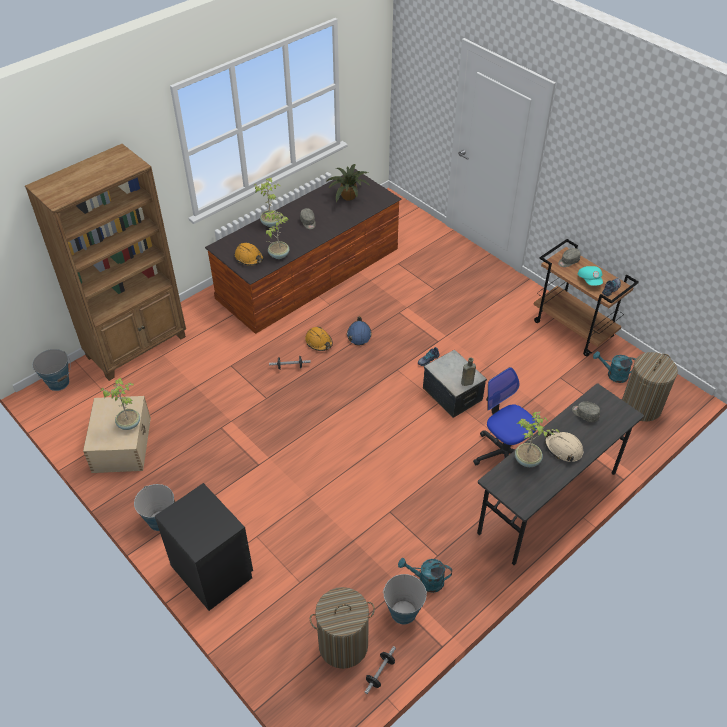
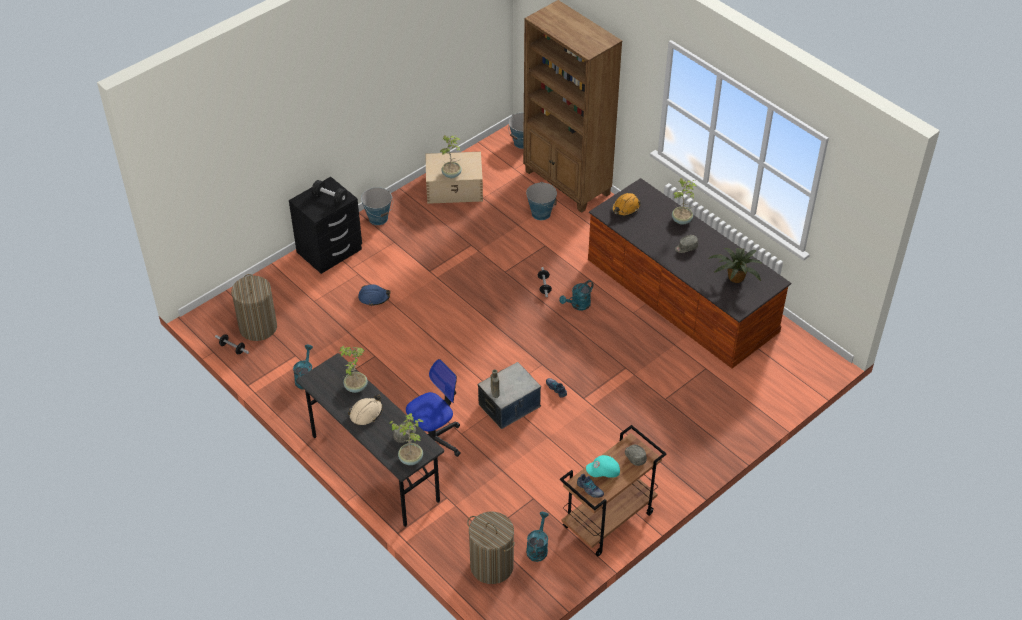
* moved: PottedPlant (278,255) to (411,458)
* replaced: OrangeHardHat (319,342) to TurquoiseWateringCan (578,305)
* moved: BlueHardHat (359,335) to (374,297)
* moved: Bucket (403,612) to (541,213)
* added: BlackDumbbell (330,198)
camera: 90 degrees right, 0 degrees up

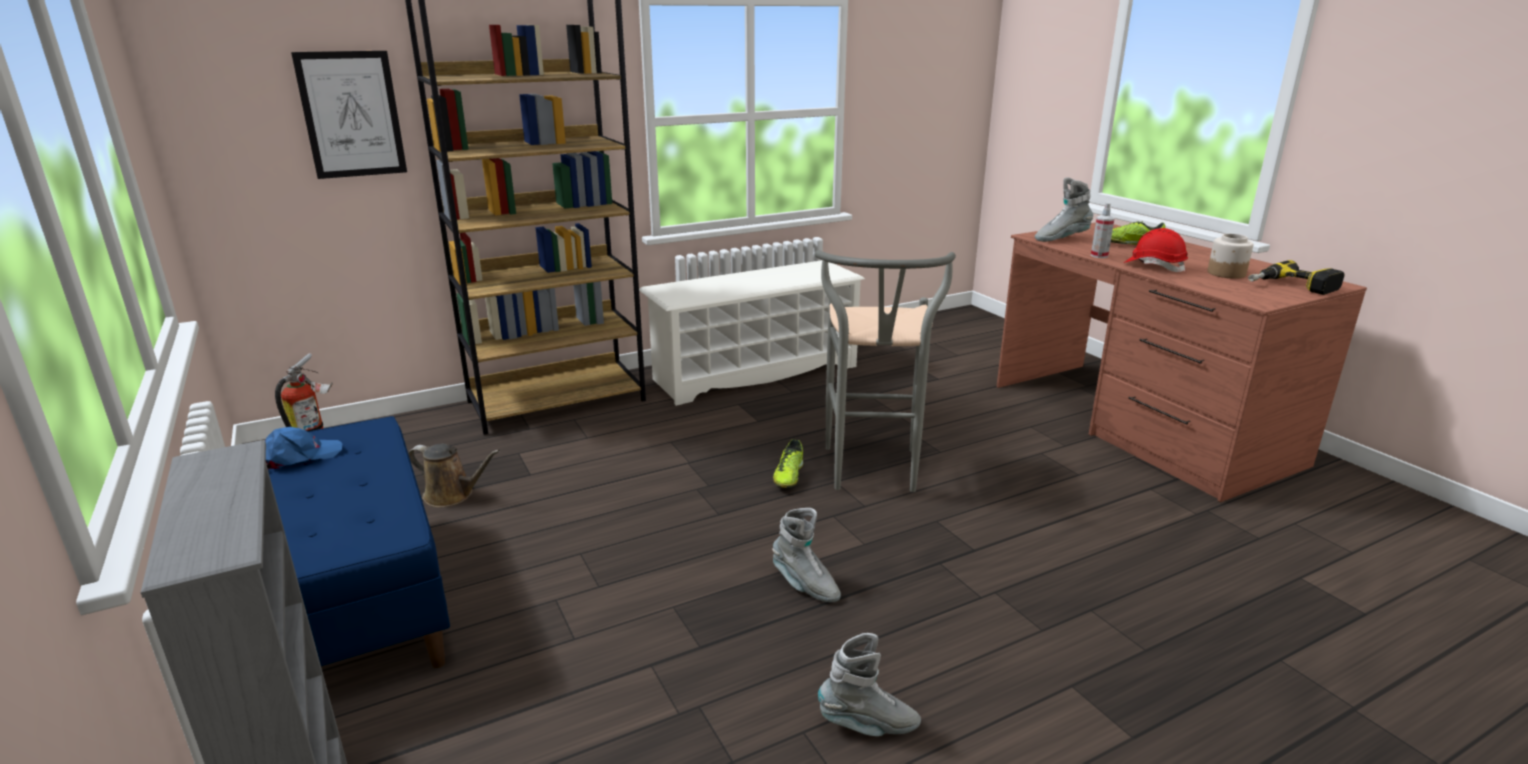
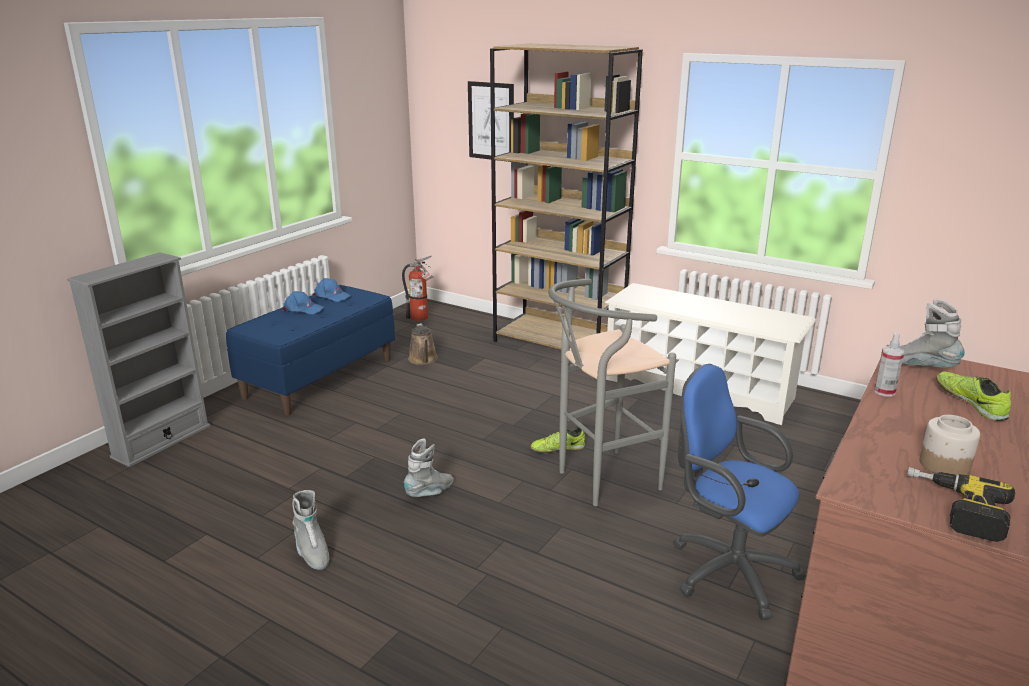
* turned: GreyBoot (805,585) = (430,493) 150 degrees counterclockwise
* removed: RedHardHat (1154,266)
* added: BlueCap (302,309)
* added: BlueOfficeChair (726,569)
camera: 60 degrees right, 0 degrees up

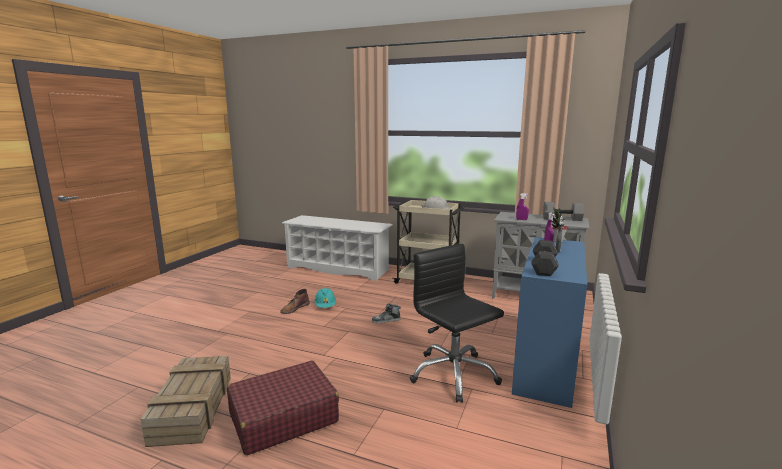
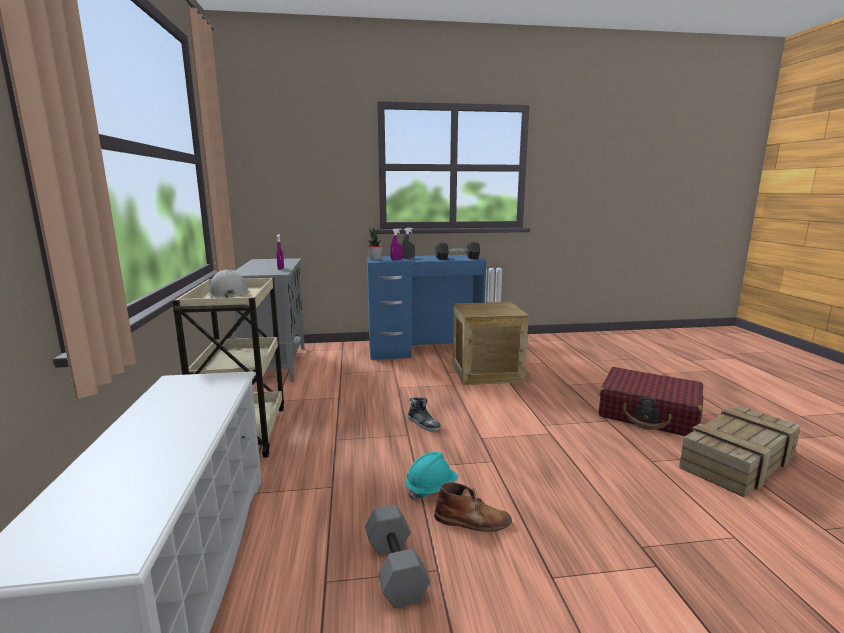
* replaced: BlackOfficeChair (453,374) to Crate (486,373)
* moved: GreyDumbbell (562,219) to (394,569)
camera: 120 degrees left, 0 degrees up

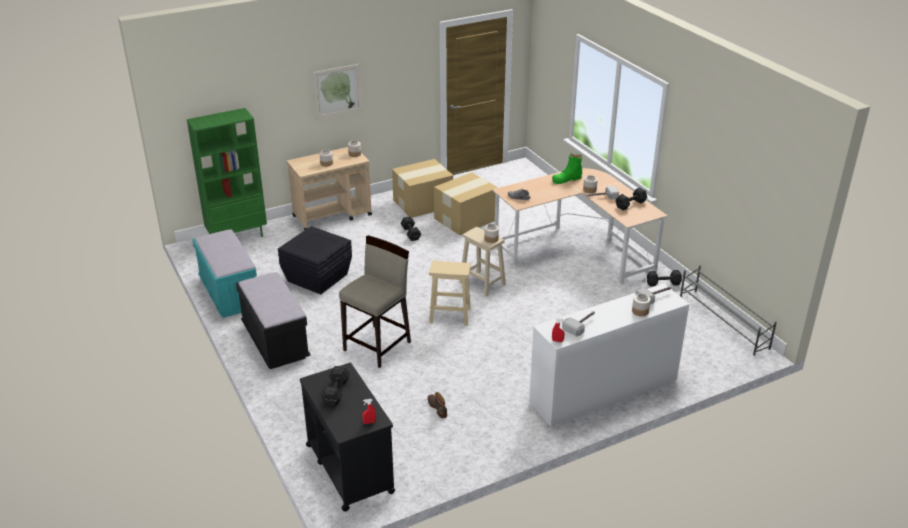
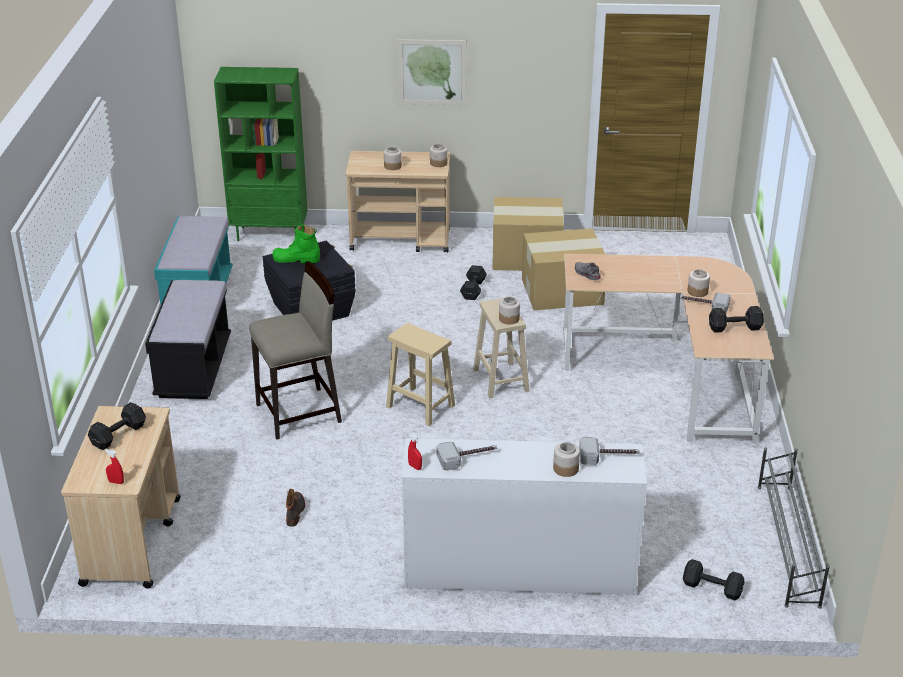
* recoloured: BlackCart (349,468) to BeigeCart (132,540)
* moved: GreenBoot (567,179) to (296,259)
* moved: BlackDumbbell (662,283) to (711,587)
camera: 30 degrees right, 0 degrees up

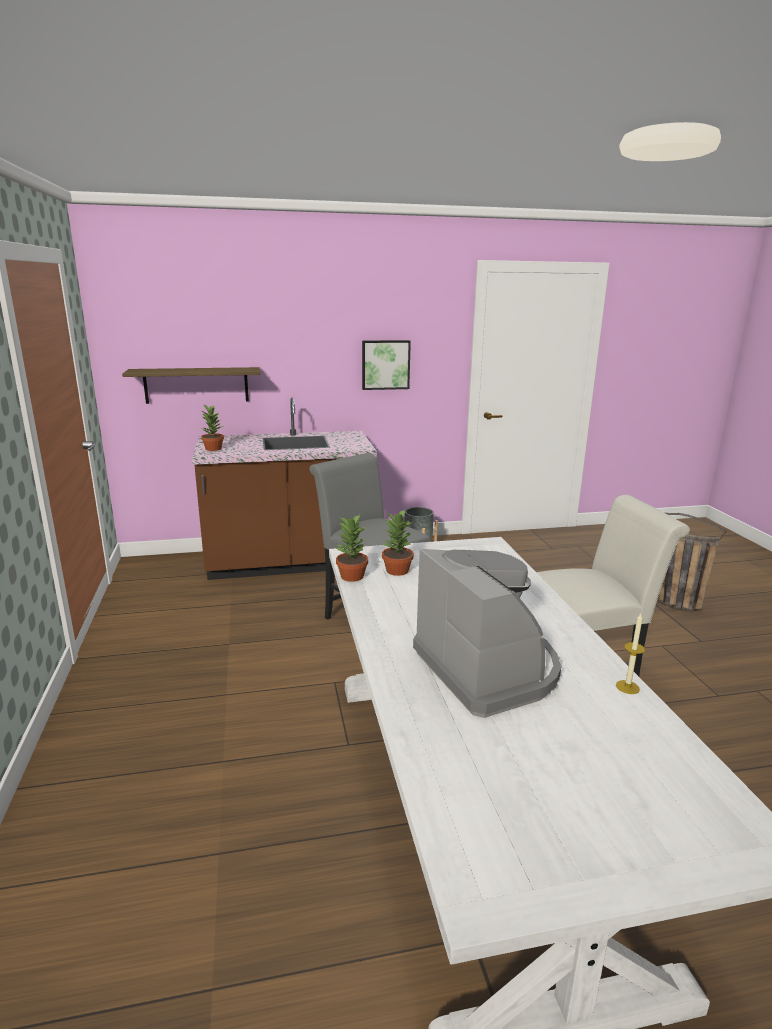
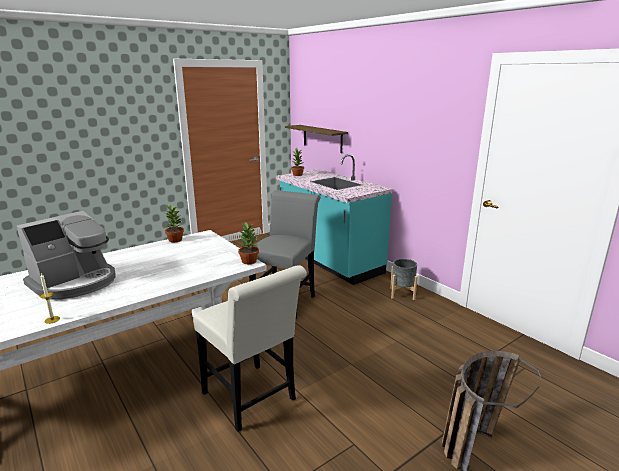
* recoloured: BrownCounter (289,563) to TurquoiseCounter (329,261)
* removed: Picture (385,364)
* moved: PottedPlant (396,570) to (248,261)
camera: 65 degrees right, 0 degrees up

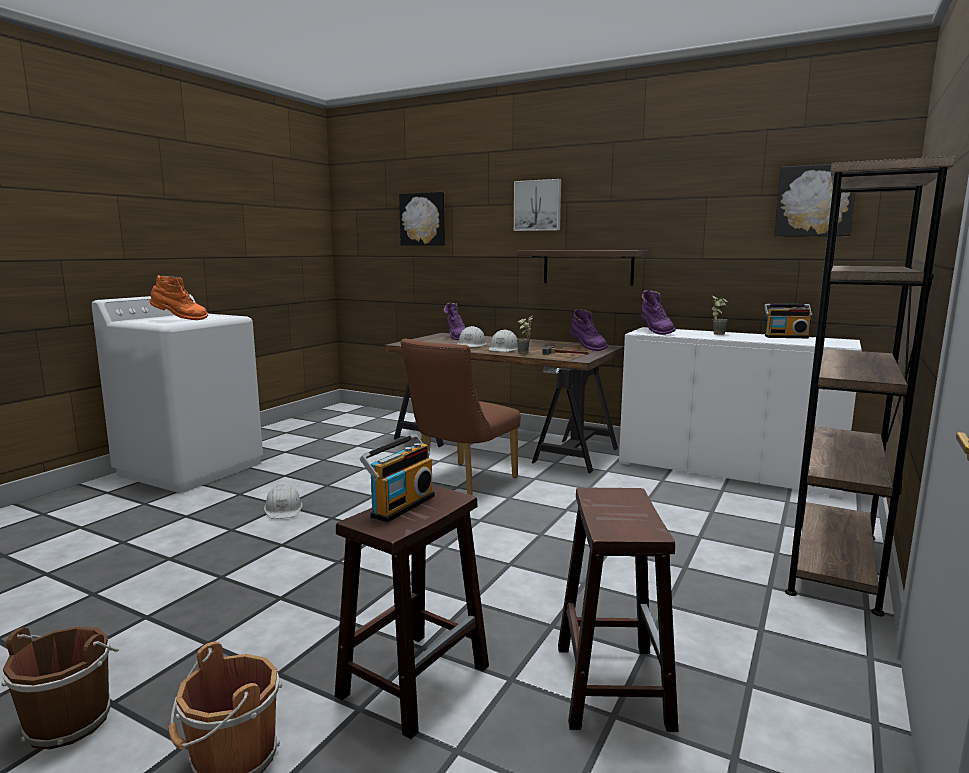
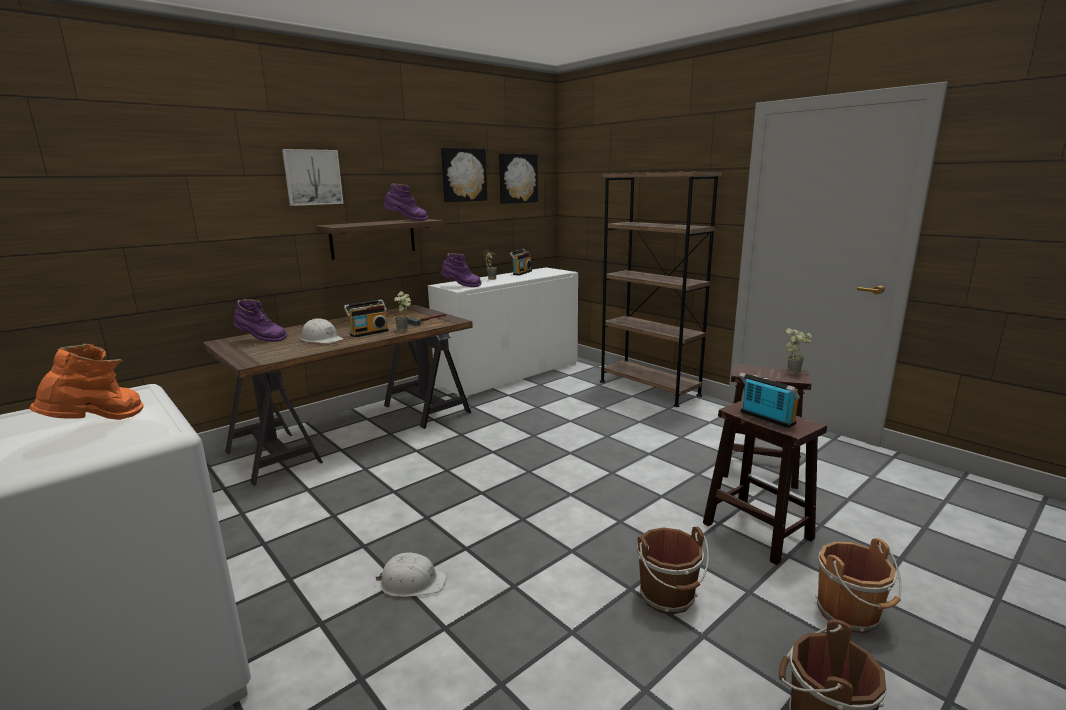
* moved: Picture (423,219) to (463,175)
* removed: BrownChair (461,483)
* replaced: WhiteHardHat (504,349) to Radio (368,333)
* moved: PurpleBoot (586,348) to (406,220)
* added: BrownBucket (668,597)
* added: PottedPlant (795,372)
camera: 70 degrees left, 5 degrees up

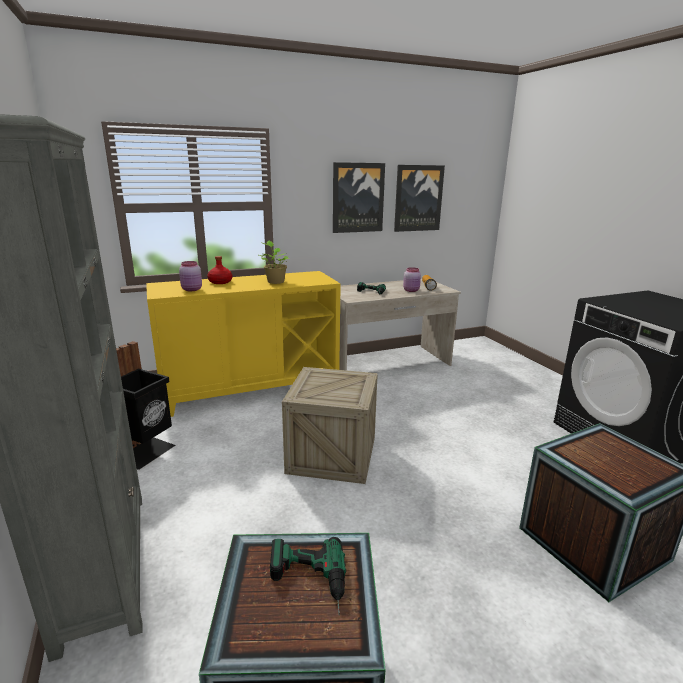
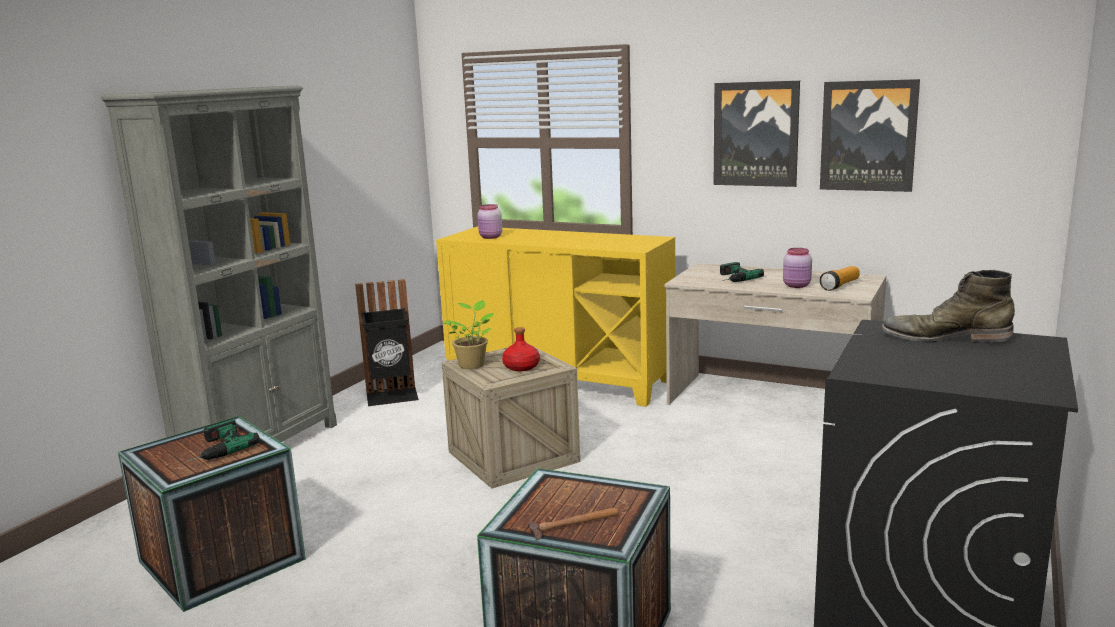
* moved: RedBottle (220,282) to (521,367)
* moved: PottedPlant (275,281) to (472,364)
* added: Hammer (574,524)
* added: GreenBoot (945,337)
camera: 50 degrees right, 5 degrees down

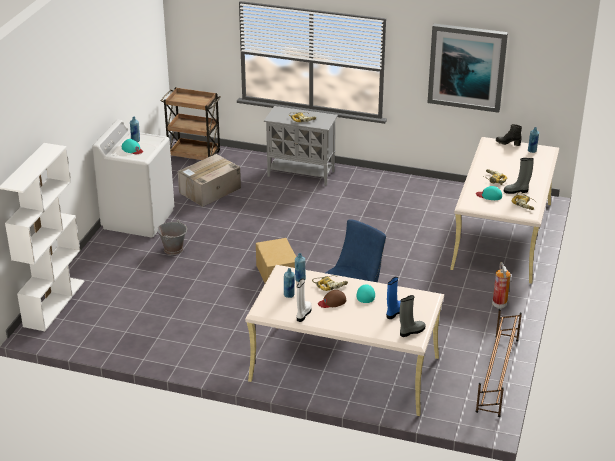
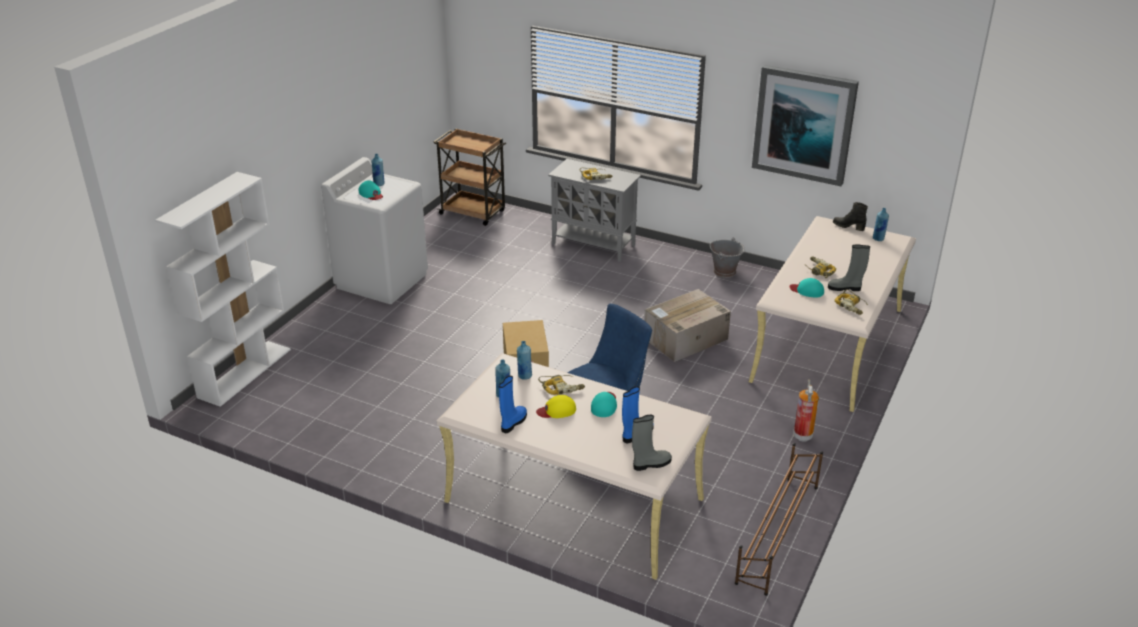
* moved: GreyBucket (173,249) to (725,271)
* moved: CardboardBox (209,191) to (684,339)
* recoloured: WhiteBoot (303,314) to BlueBoot (513,423)
* recoloured: BrownCap (332,302) to YellowCap (557,410)
camera: 10 degrees right, 0 degrees up

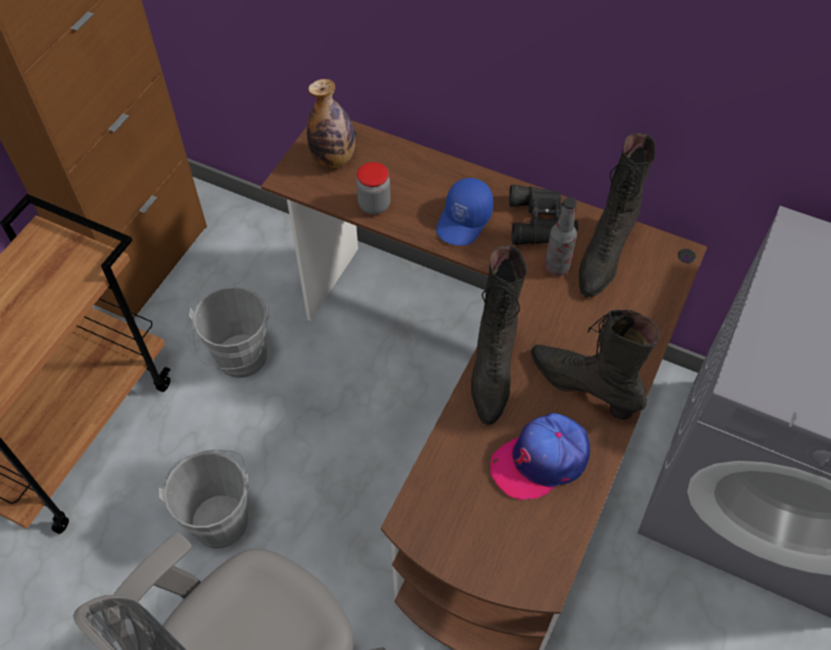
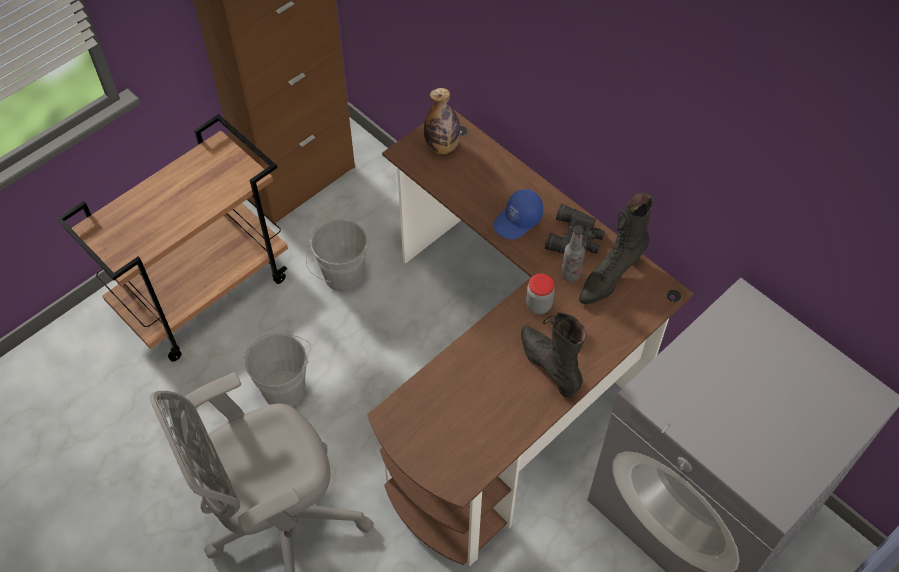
* moved: Jar (374,205) to (538,305)
* removed: BlackBoot (492,371)
* removed: Cap (540,460)
camera: 20 degrees right, 0 degrees up

